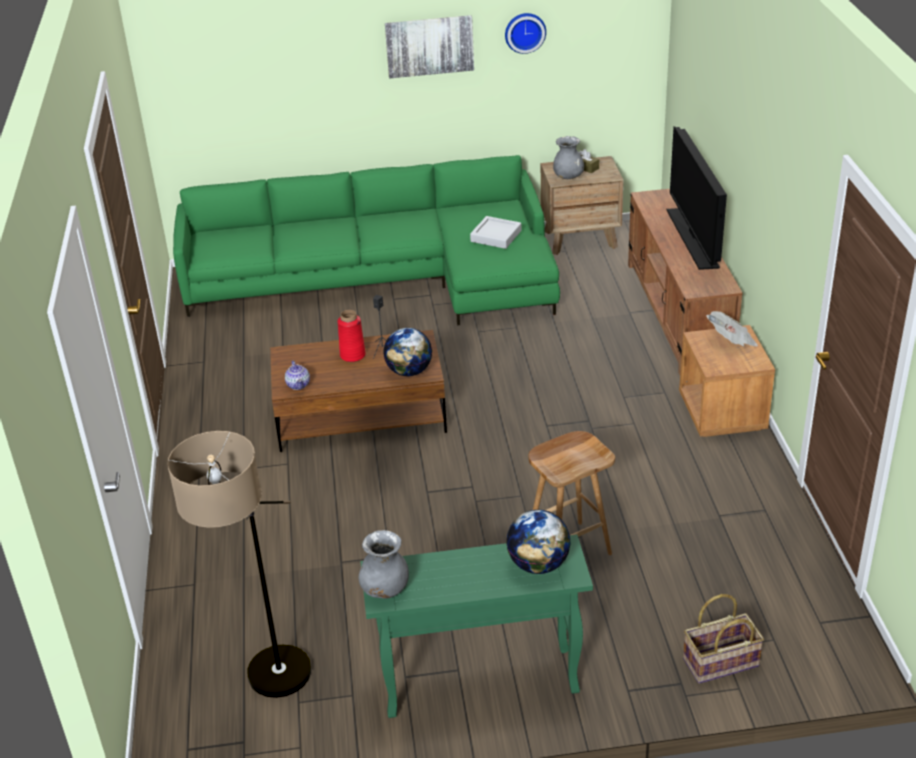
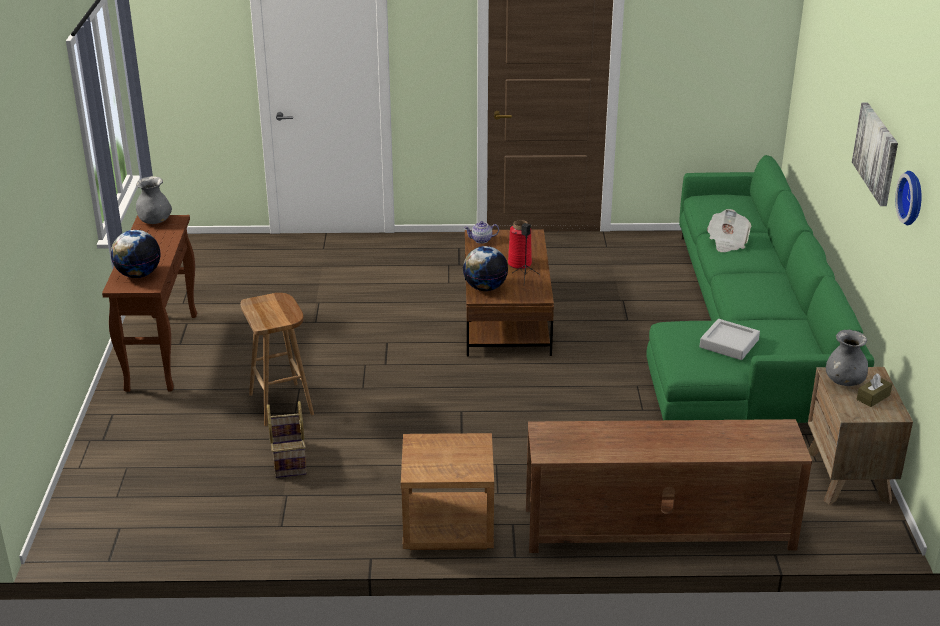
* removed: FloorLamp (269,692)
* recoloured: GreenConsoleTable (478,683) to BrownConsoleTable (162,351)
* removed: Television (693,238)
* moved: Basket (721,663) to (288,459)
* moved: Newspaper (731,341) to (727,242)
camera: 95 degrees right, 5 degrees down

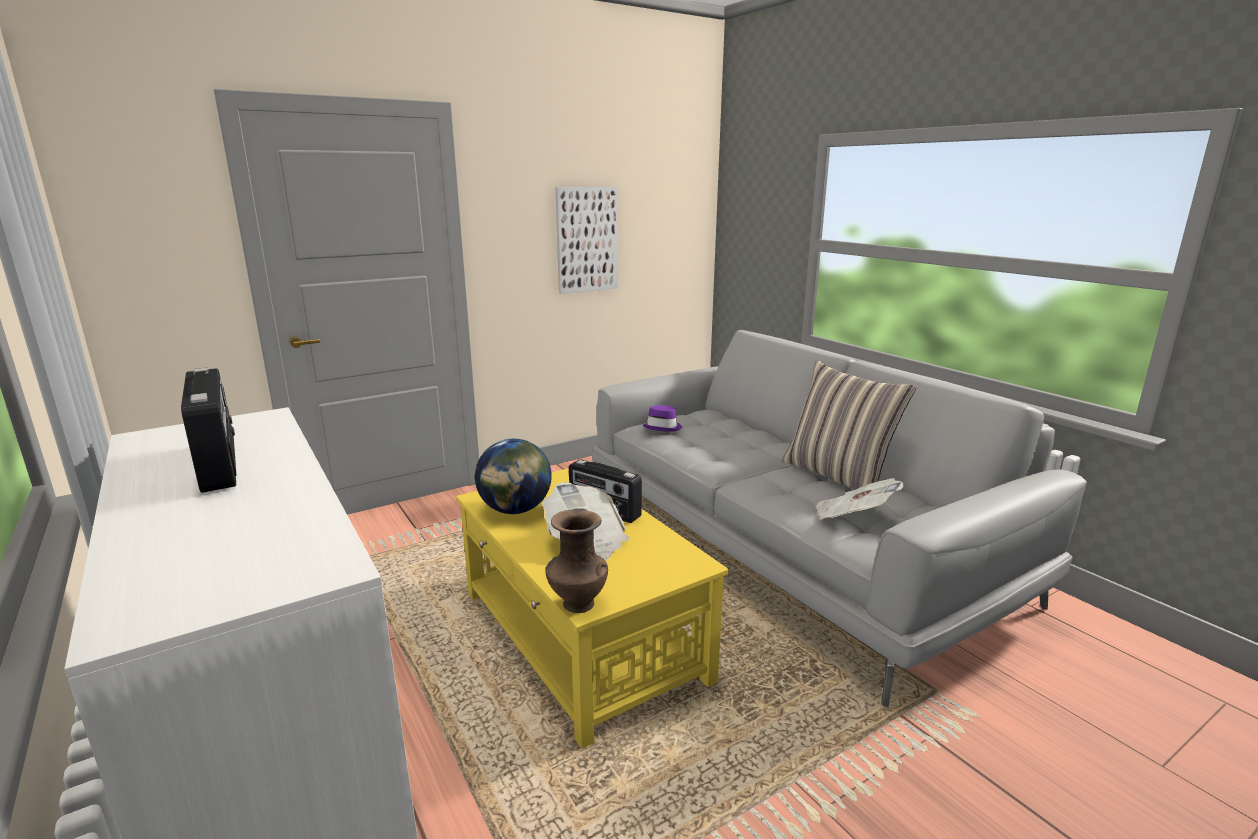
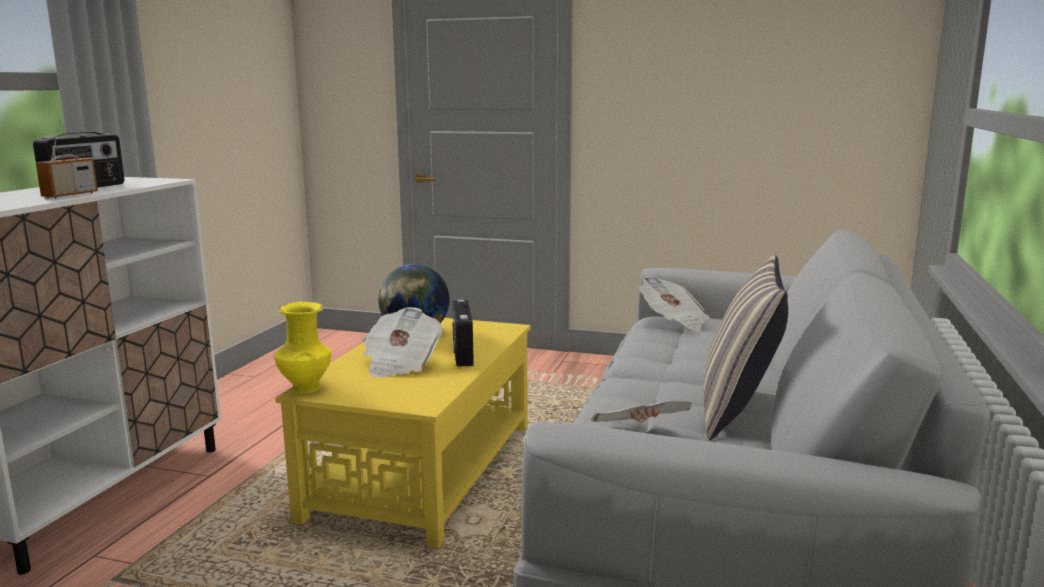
* recoloured: BrownVase (577,604) to YellowVase (305,388)
* removed: Picture (587,240)
* replaced: PurpleHat (663,427) to Newspaper (674,322)
* added: Radio (70,195)
camera: 50 degrees right, 5 degrees down

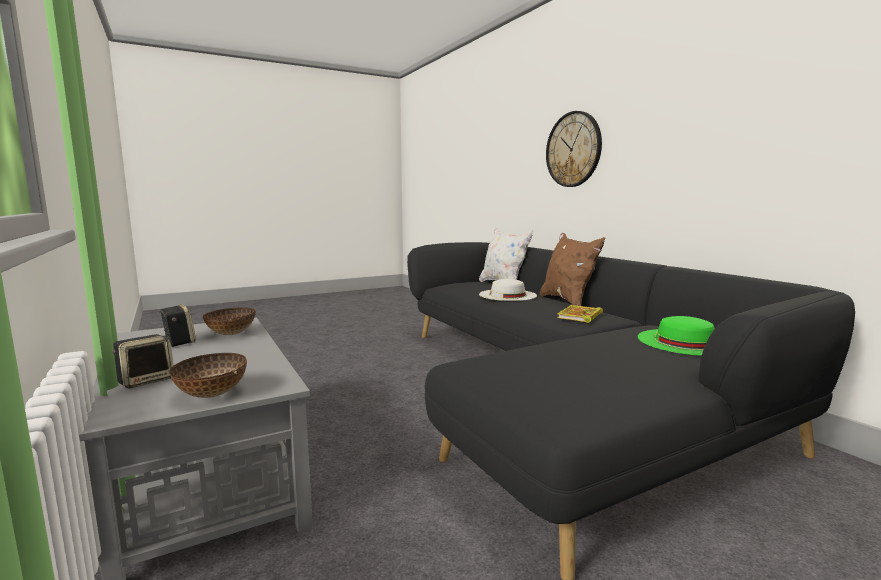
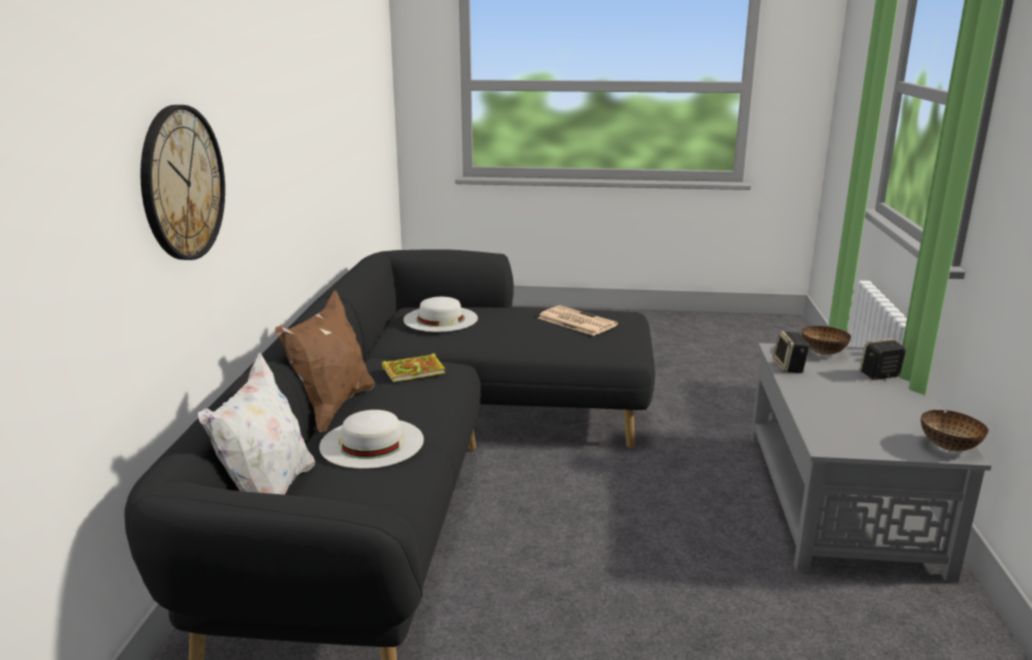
* moved: Speaker (178,342) to (789,368)
* moved: Bowl (230,334) to (949,448)
* recoloured: GreenHat (685,342) to WhiteHat (440,319)
* added: Newspaper (575,321)
camera: 145 degrees left, 10 degrees up

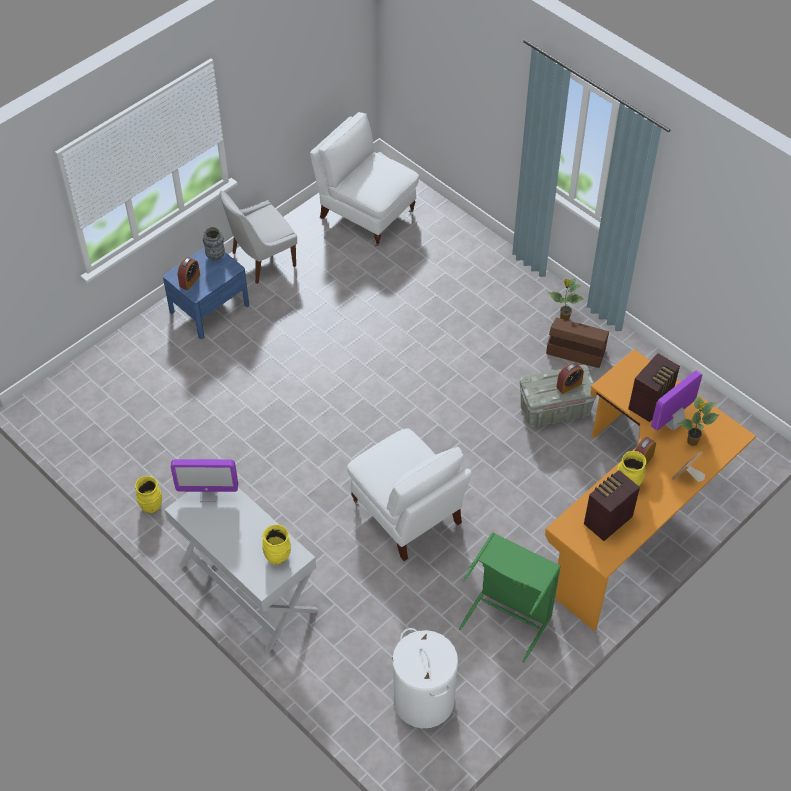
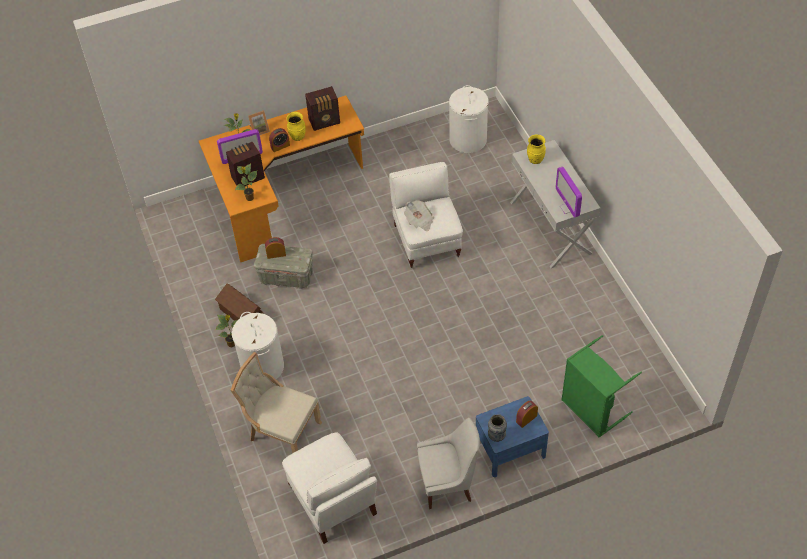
* removed: YellowVase (151,506)
* turned: Monitor (208,494) = (567,208) 135 degrees counterclockwise
* moved: GreenLaundryBasket (509,615) to (591,410)
* added: BeigeChair (282,432)
* added: WhiteLaundryBasket (262,367)
* added: PottedPlant (249,198)
* added: Newspaper (419,221)
camera: 155 degrees left, 0 degrees up

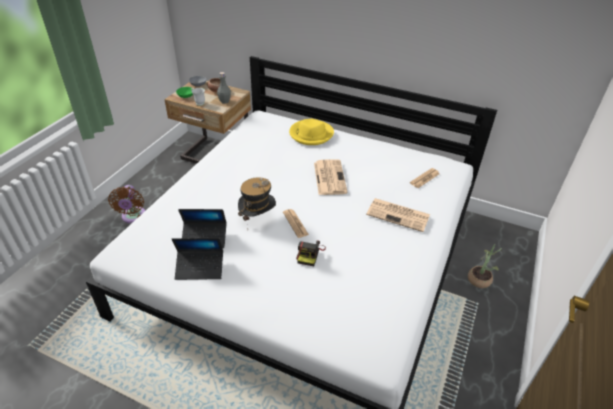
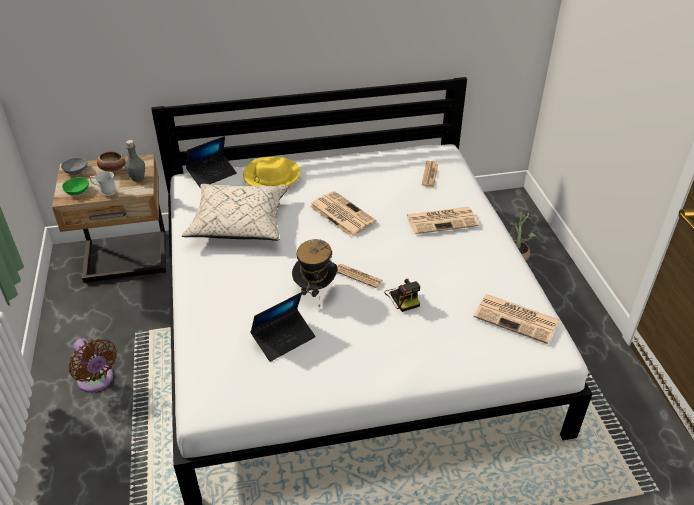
* moved: Laptop (200,268) to (212,174)
* added: BeigePillow (239,223)
* added: Newspaper (517,319)
camera: 35 degrees left, 0 degrees up

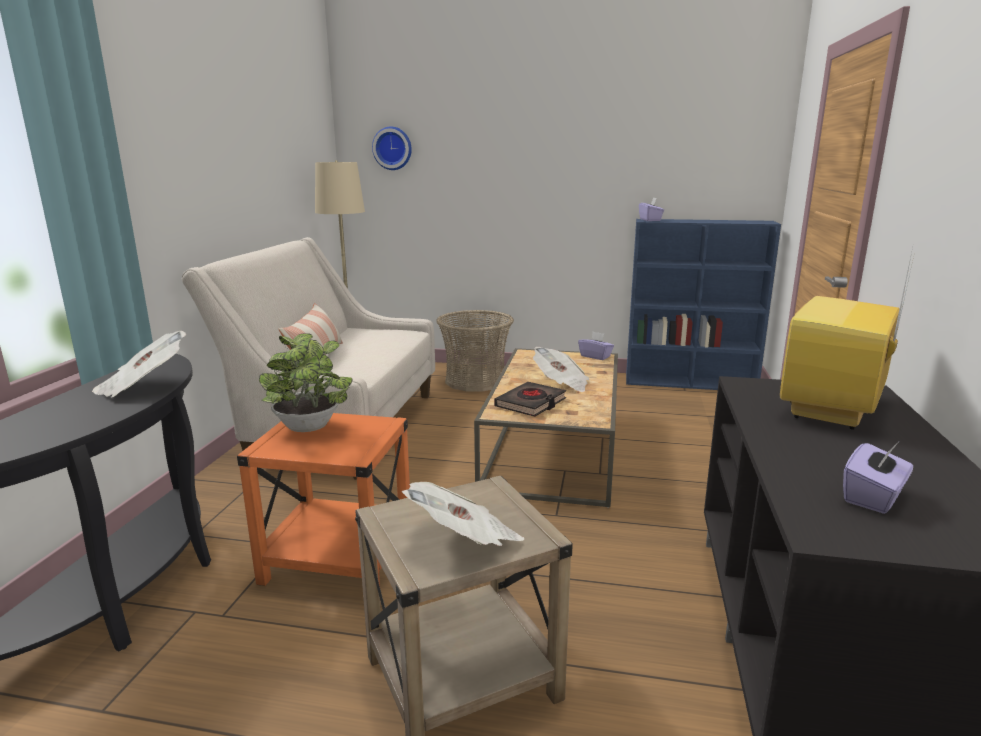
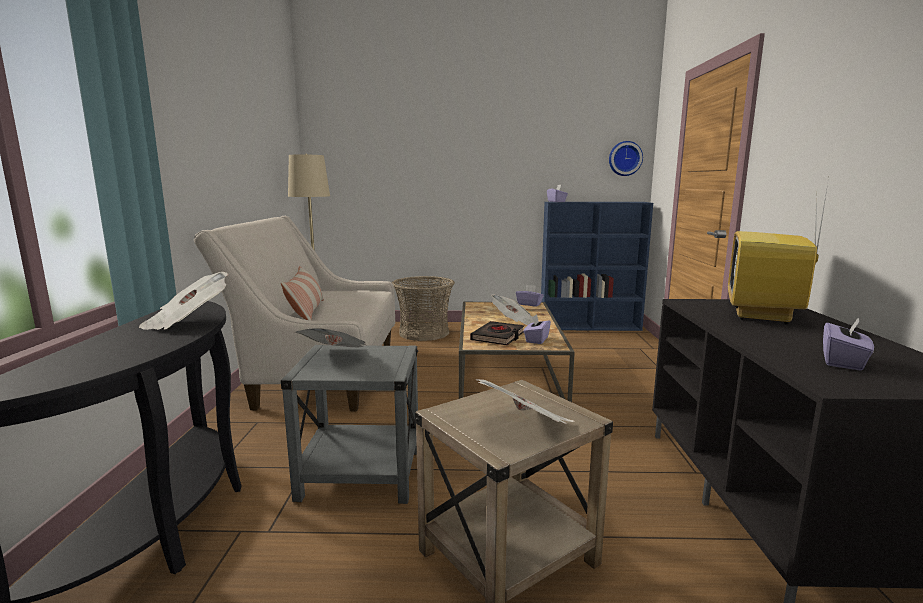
* recoloured: OrangeSideTable (337,560) to GreySideTable (360,475)
* replaced: PottedPlant (309,428) to Newspaper (335,357)
* moved: WallClock (393,148) to (624,158)
* added: PurpleTissueBox (536,340)
camera: 10 degrees left, 5 degrees down

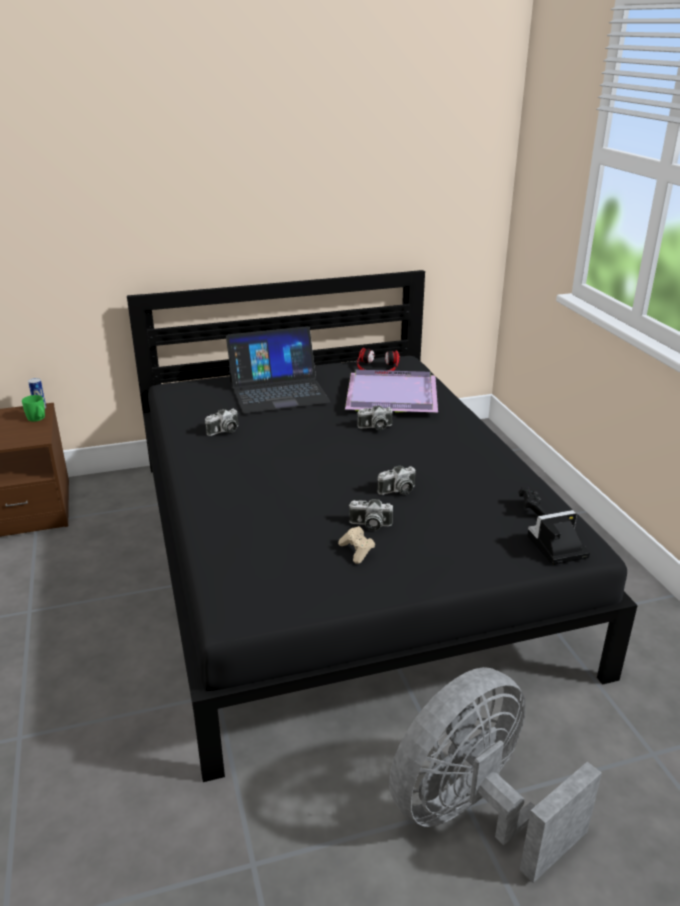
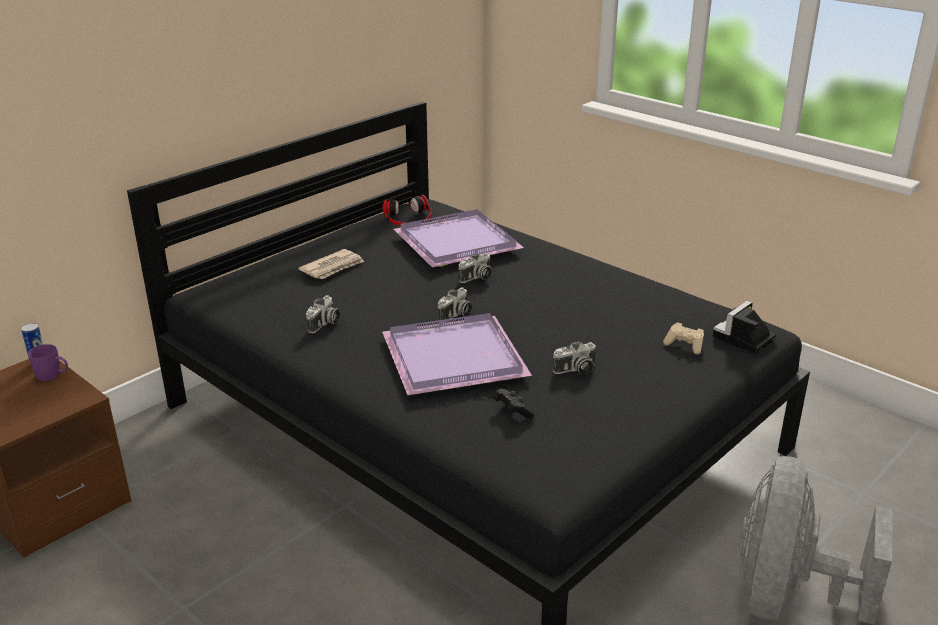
* recoloured: GreenMug (38,419) to PurpleMug (53,375)
* replaced: Laptop (278,391) to Newspaper (333,267)
* moved: BeigeGameController (357,551) to (685,345)
* moved: PhotoCamera (397,491) to (456,315)
* moved: BlackGameController (531,508) to (512,411)
* added: PurpleTray (451,357)
camera: 30 degrees left, 0 degrees up

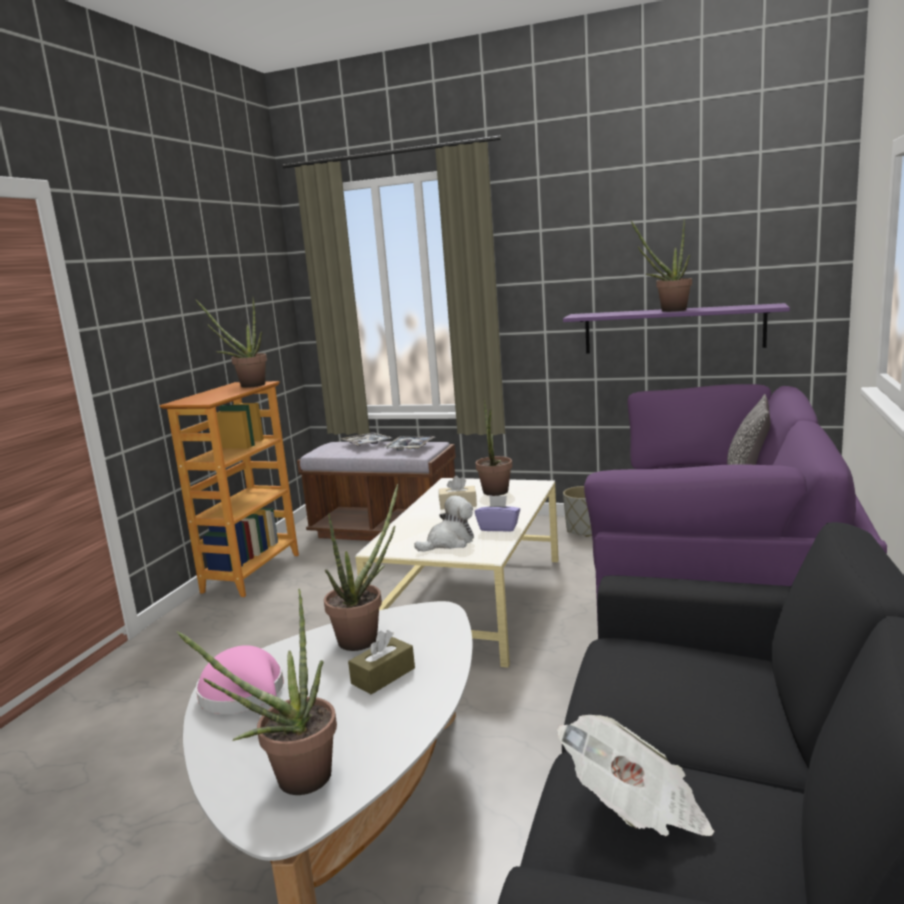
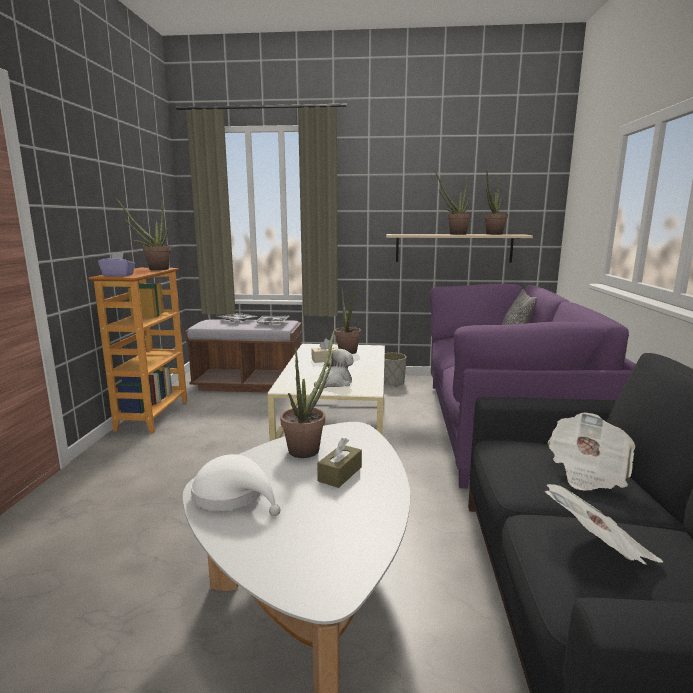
* moved: PottedPlant (293,783) to (492,234)
* recoloured: PinkHat (246,695) to WhiteHat (233,495)
* moved: PurpleTissueBox (499,527) to (118,275)
* recoloured: PurpleShelf (672,329) to BeigeShelf (453,248)
* added: Newspaper (587,472)
camera: 15 degrees left, 0 degrees up

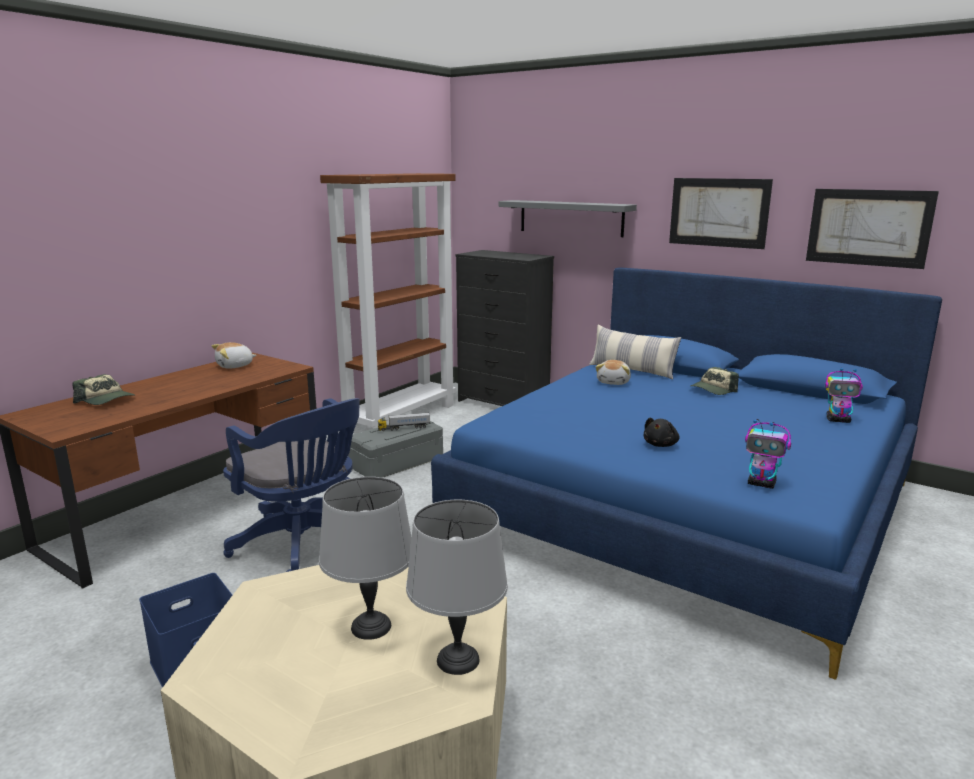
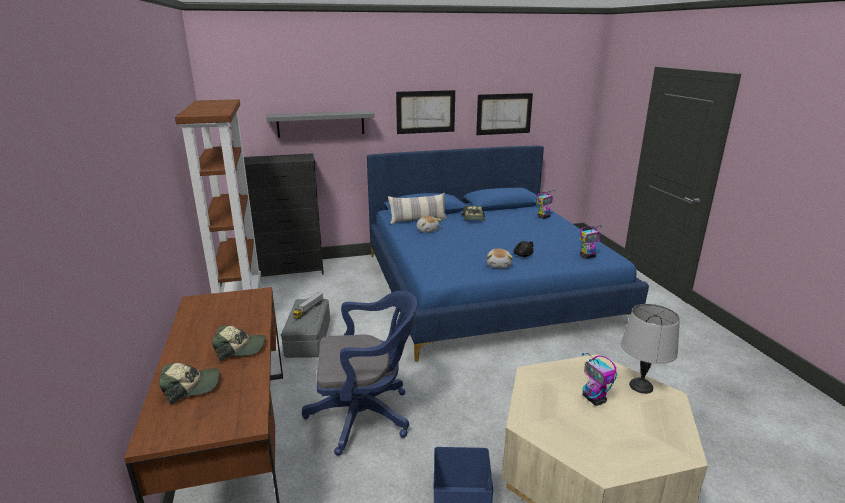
* moved: PlushToy (235,366) to (499,265)
* replaced: GreyTableLamp (371,627) to ToyRobot (594,399)
* added: Cap (240,348)
camera: 50 degrees left, 5 degrees up

